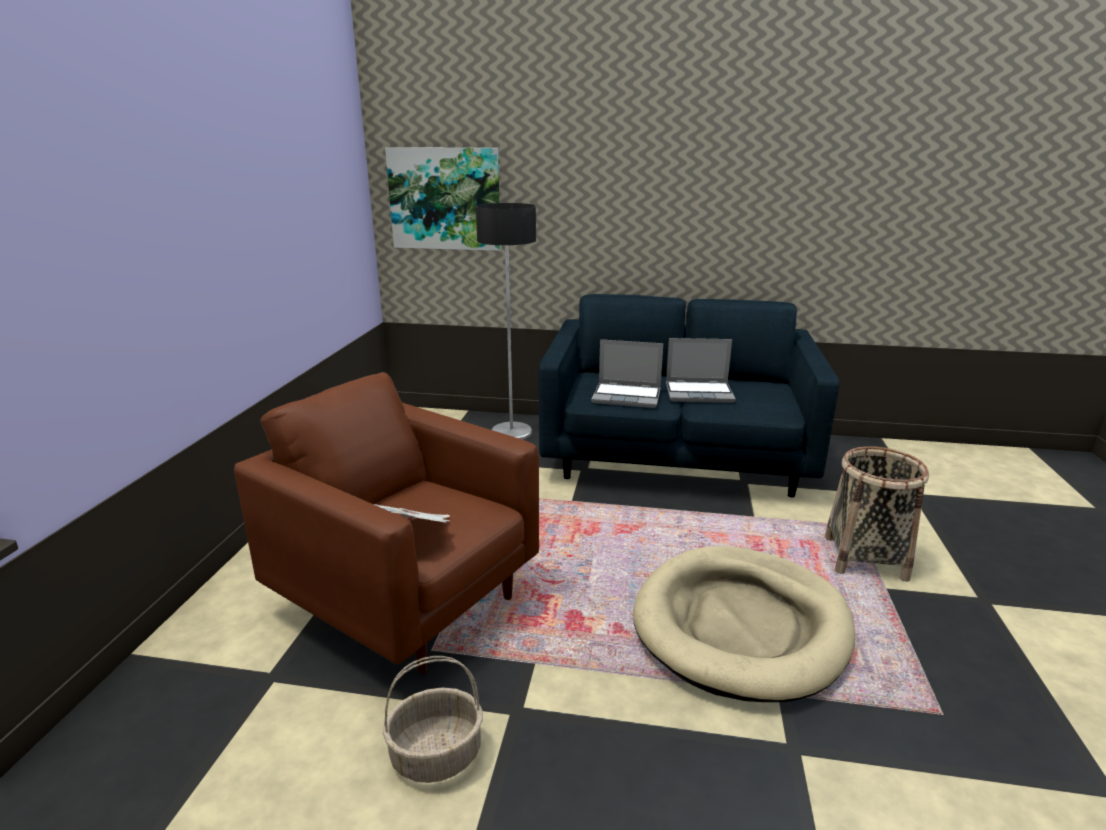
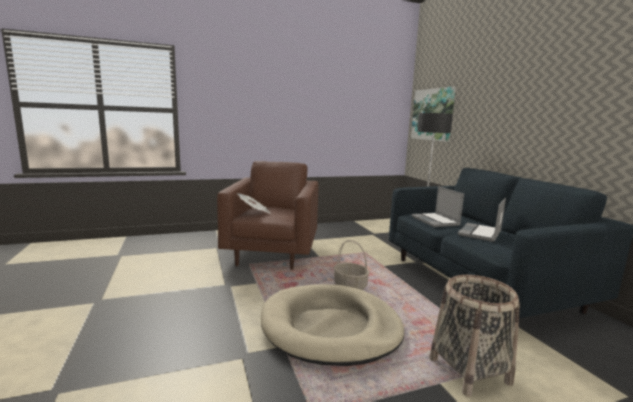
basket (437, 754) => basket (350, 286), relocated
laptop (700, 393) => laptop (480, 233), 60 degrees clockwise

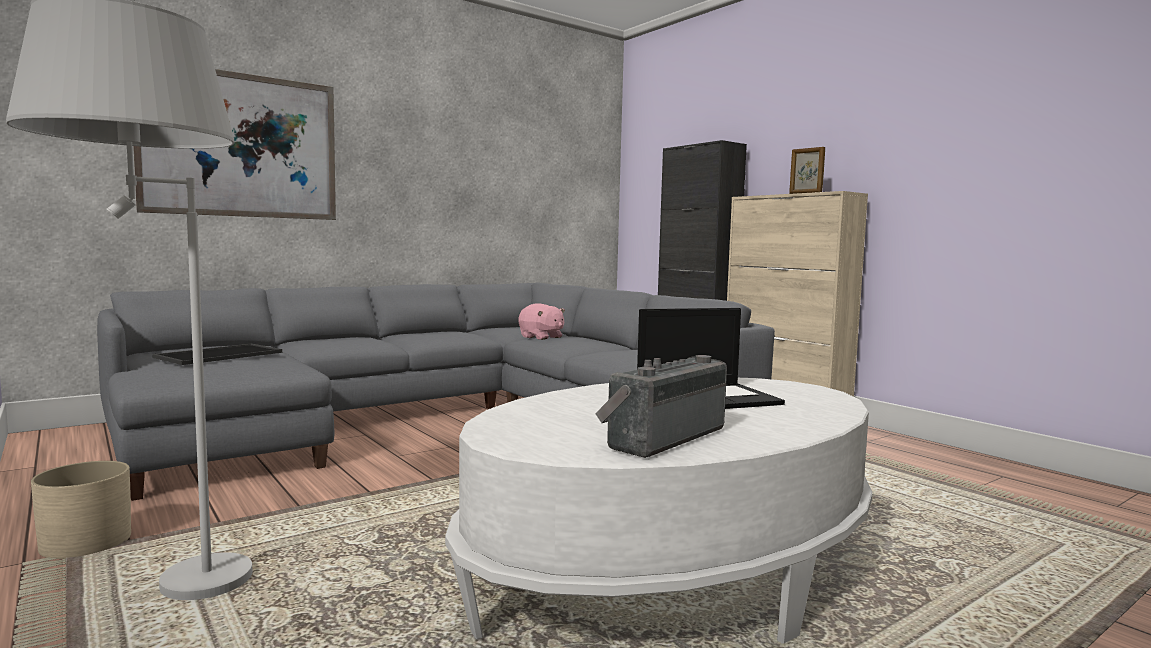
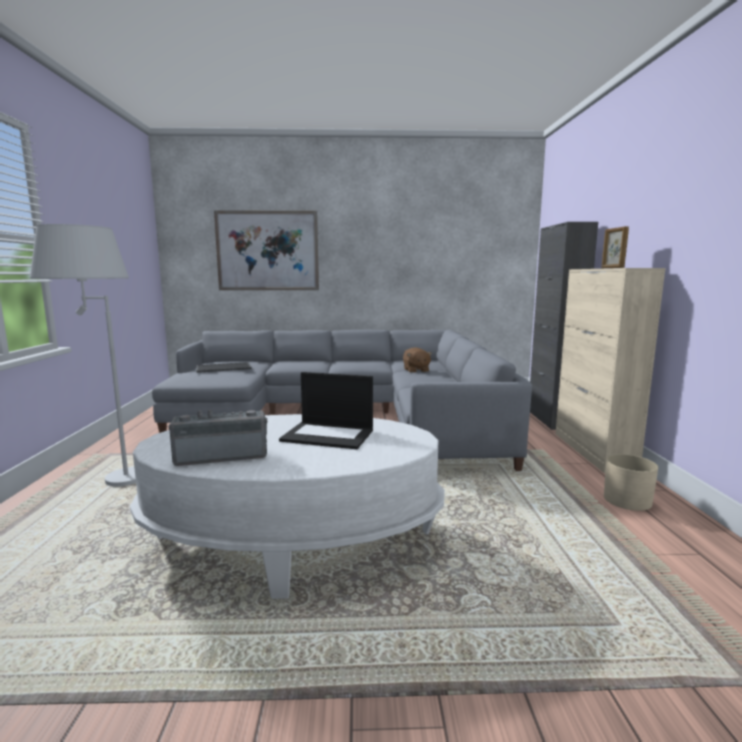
planter in beige (85, 542) => planter in beige (627, 500), relocated
plush toy in pink (541, 337) => plush toy in brown (416, 370)

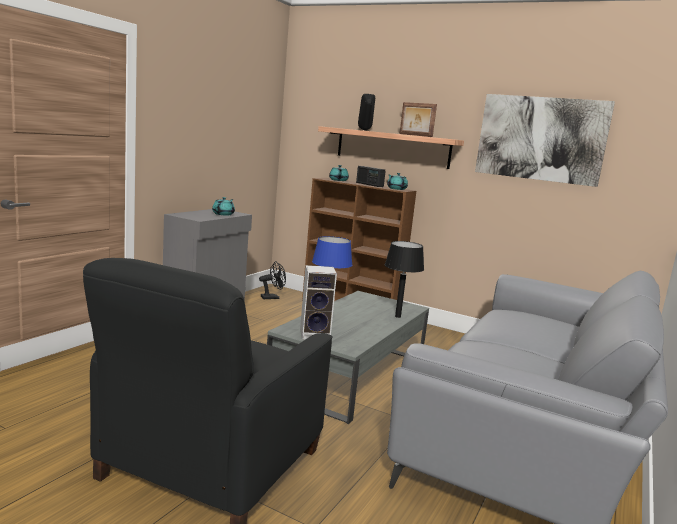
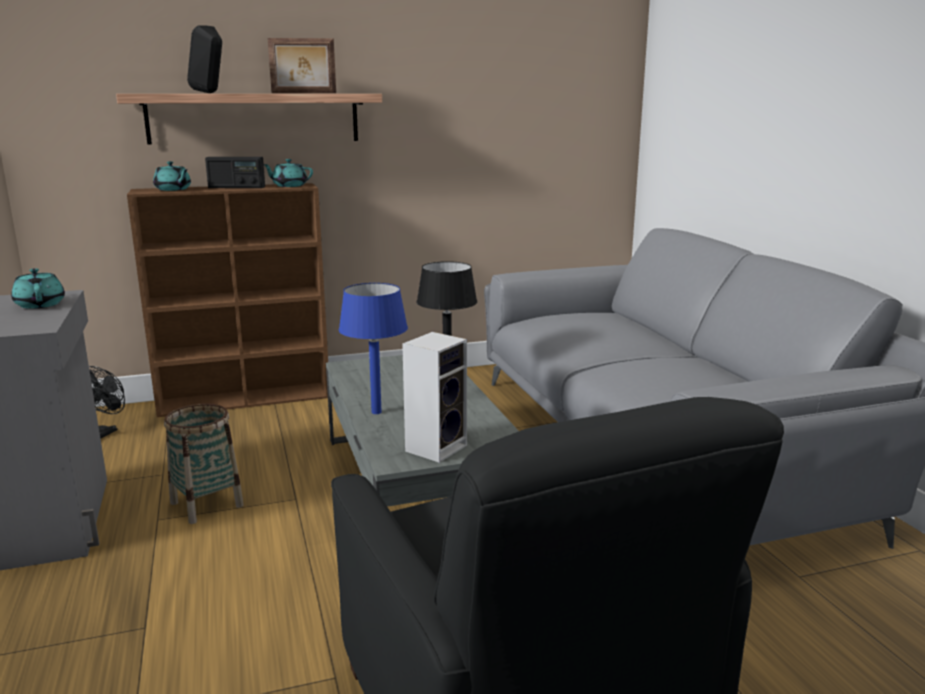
picture (540, 139) => nothing
nothing => basket (207, 504)

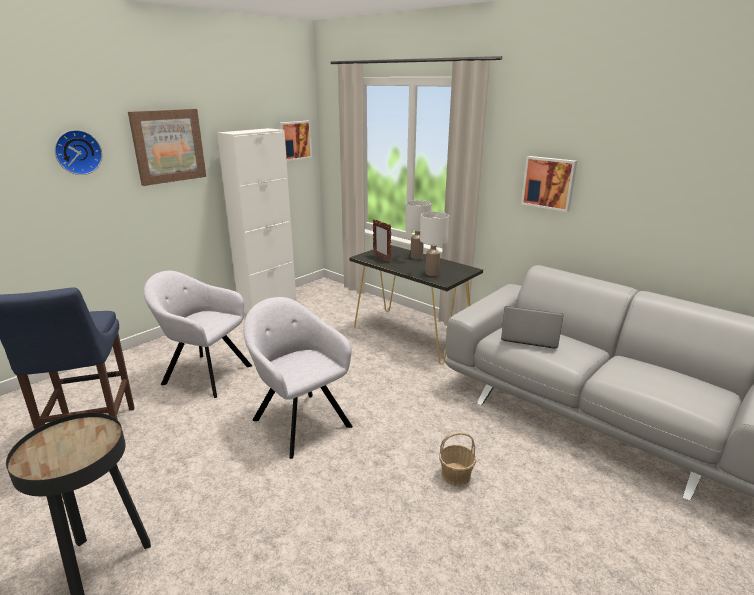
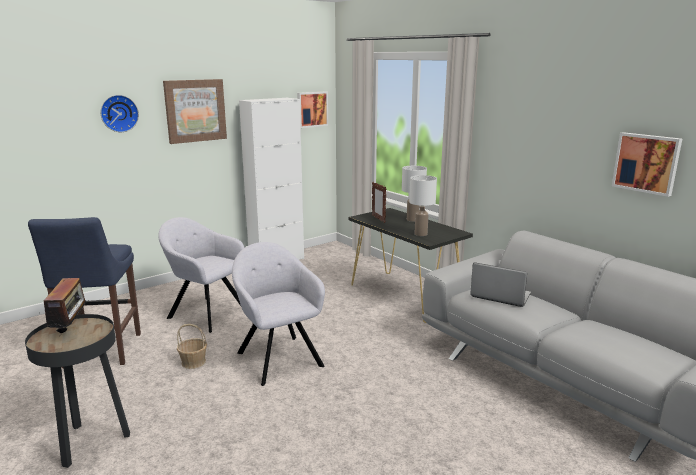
basket (456, 475) => basket (193, 362), relocated
picture (549, 183) => picture (646, 163), relocated
nothing => radio (71, 328)

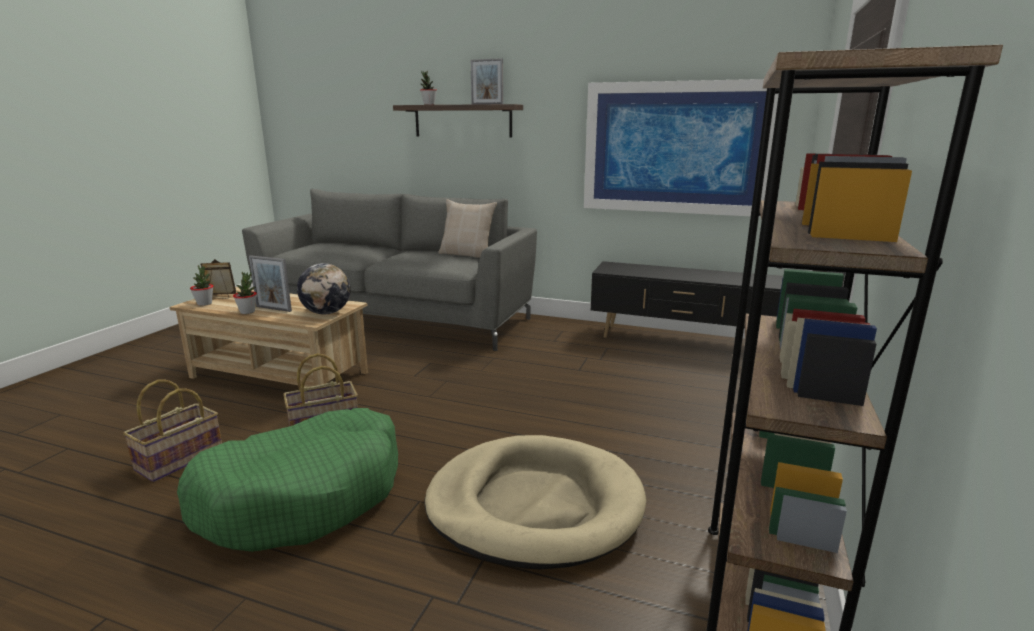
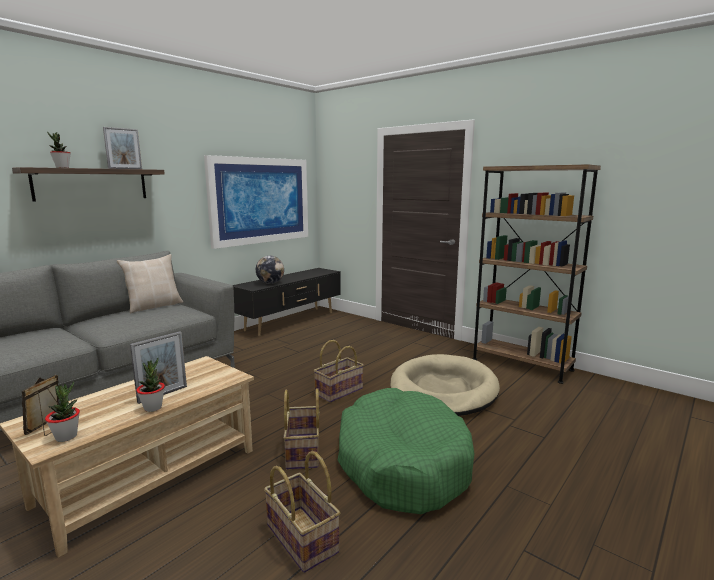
globe (326, 313) => globe (270, 283), relocated
nothing => basket (338, 391)

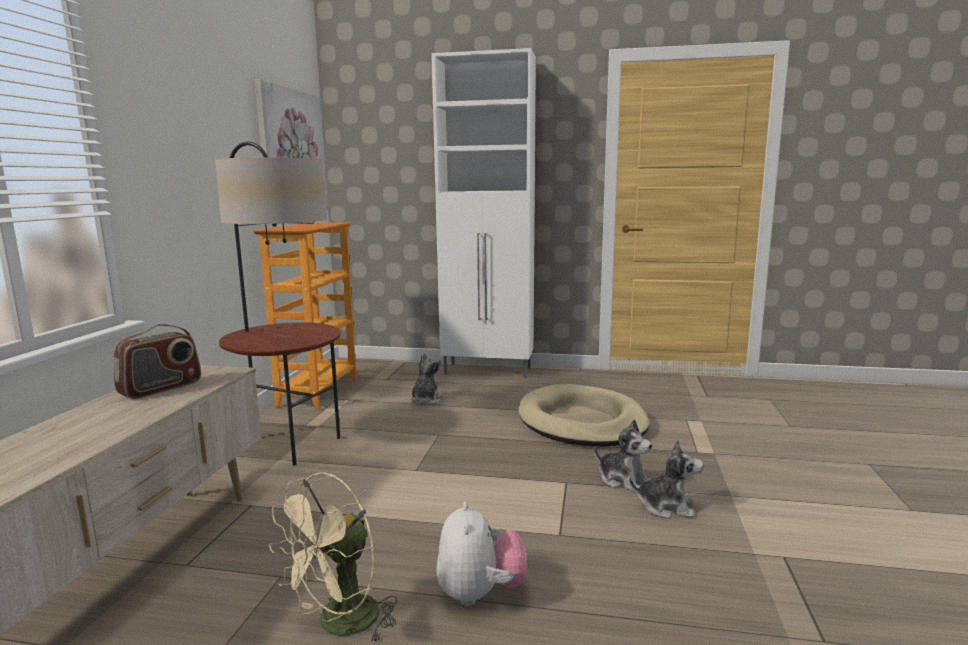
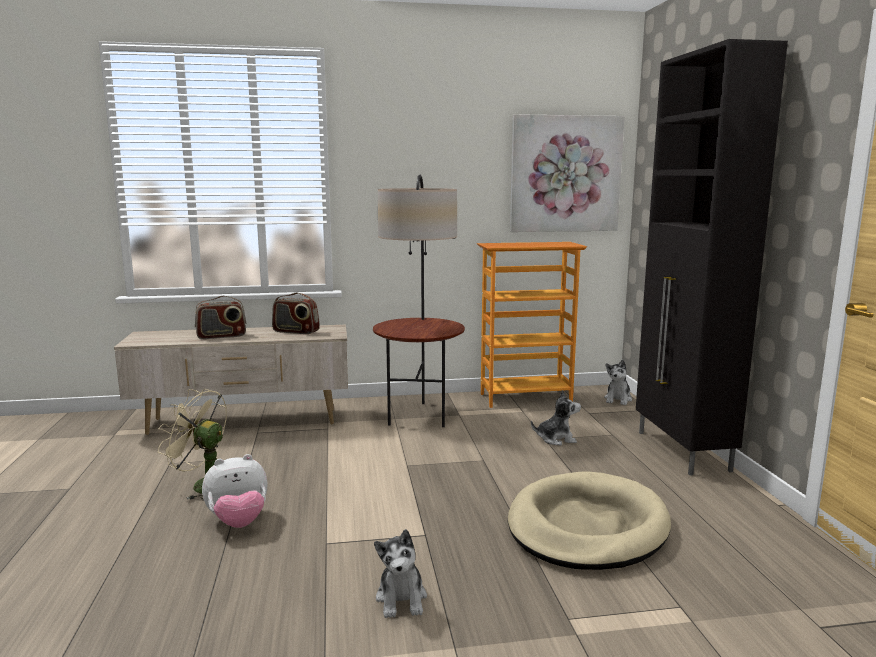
cabinet in white (489, 371) => cabinet in black (682, 451)
plush toy (623, 480) => plush toy (618, 399), relocated
nothing => radio (221, 336)

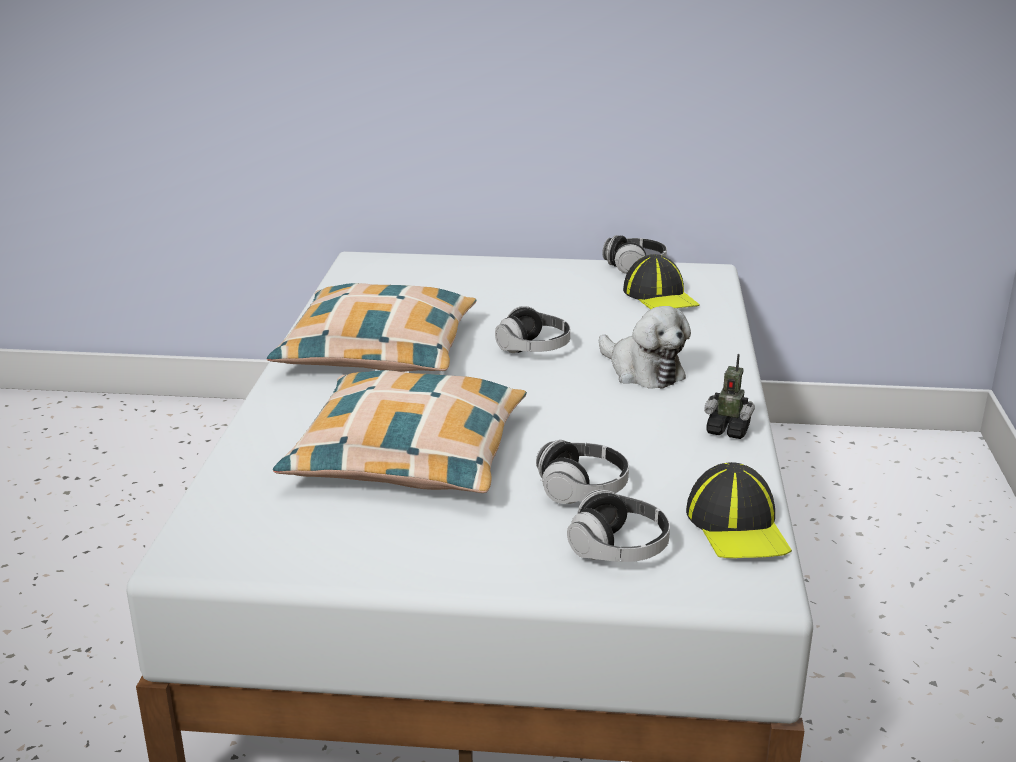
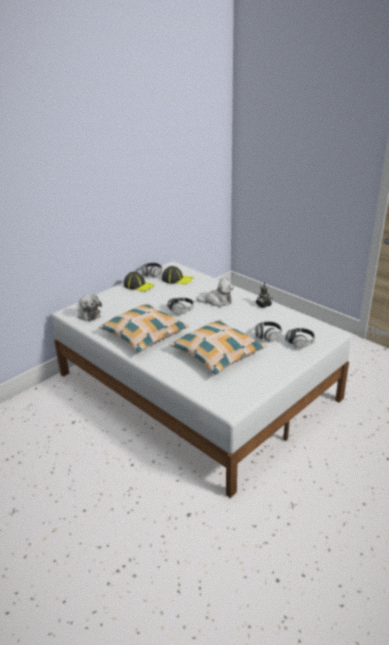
cap (738, 526) => cap (139, 285), relocated
nothing => plush toy (88, 314)

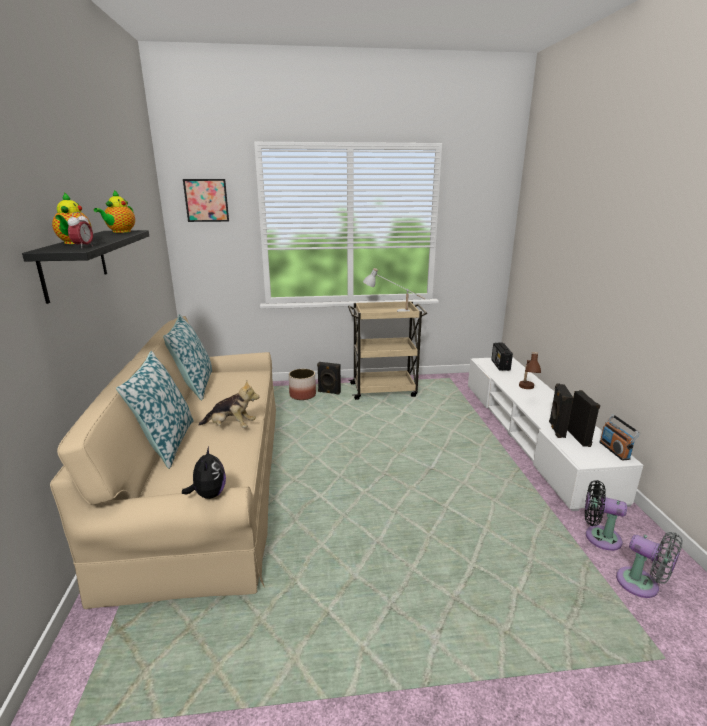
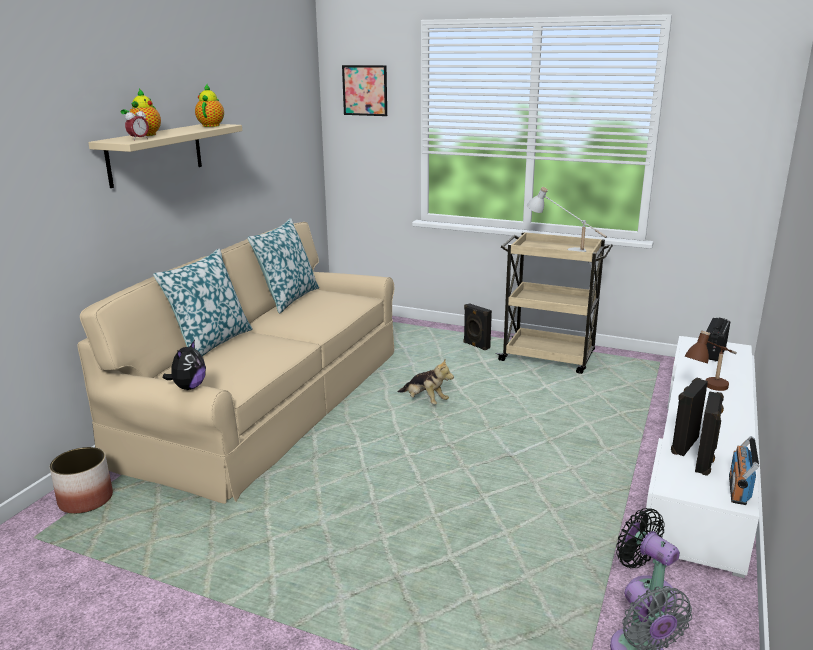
shelf in black (75, 263) => shelf in beige (155, 154)
teapot (120, 232) => teapot (211, 125), 135 degrees clockwise
plush toy (231, 426) => plush toy (425, 401), relocated
planter (302, 395) => planter (86, 500), relocated

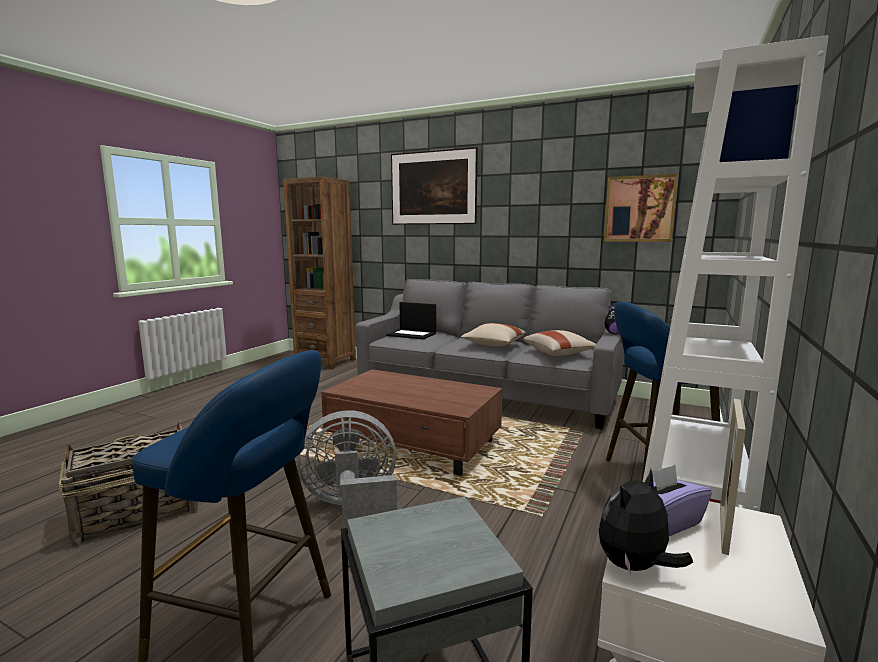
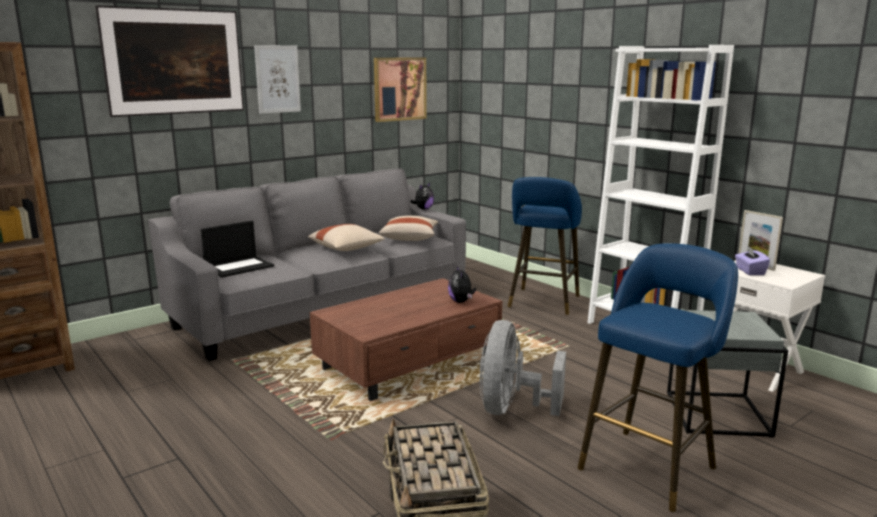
plush toy (635, 567) => plush toy (461, 301), relocated
nothing => picture (277, 79)

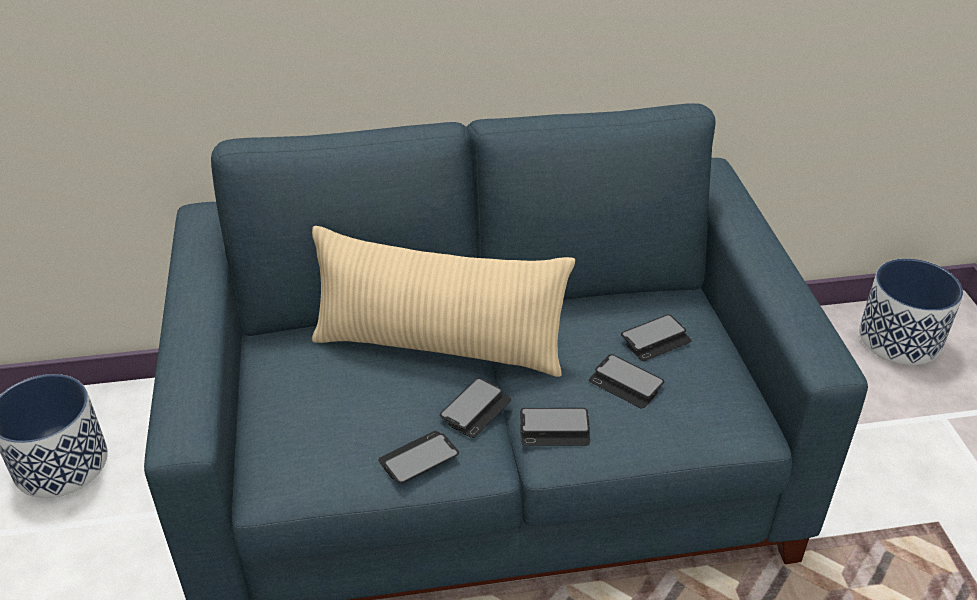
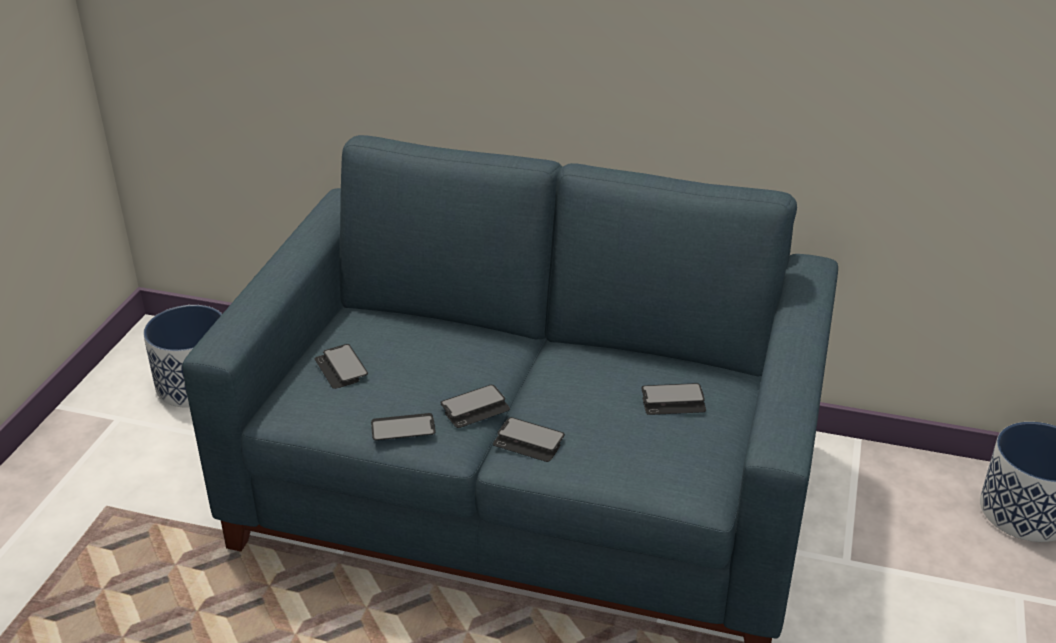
pillow in beige (439, 346) => nothing
phone (626, 383) => phone (341, 368), relocated

